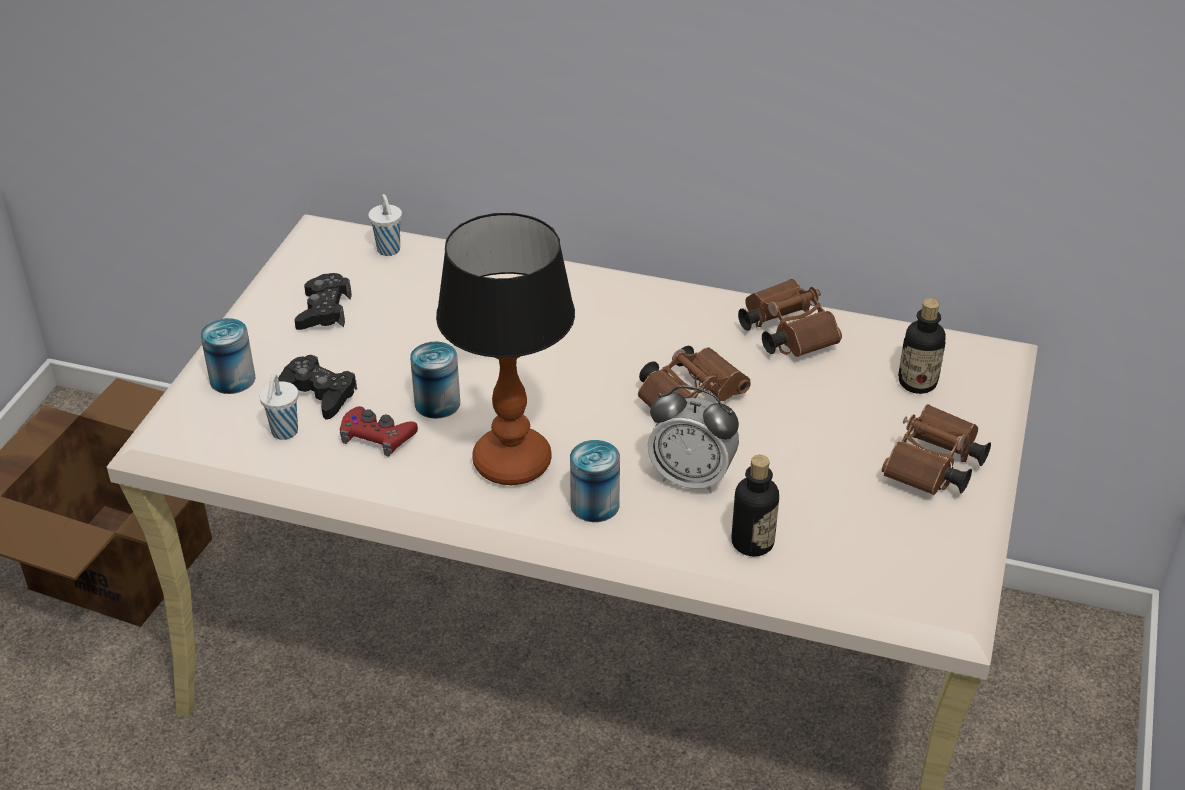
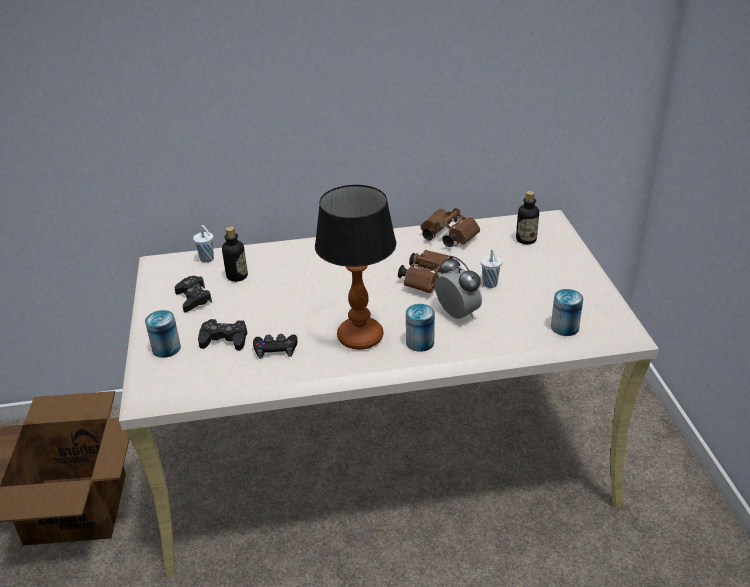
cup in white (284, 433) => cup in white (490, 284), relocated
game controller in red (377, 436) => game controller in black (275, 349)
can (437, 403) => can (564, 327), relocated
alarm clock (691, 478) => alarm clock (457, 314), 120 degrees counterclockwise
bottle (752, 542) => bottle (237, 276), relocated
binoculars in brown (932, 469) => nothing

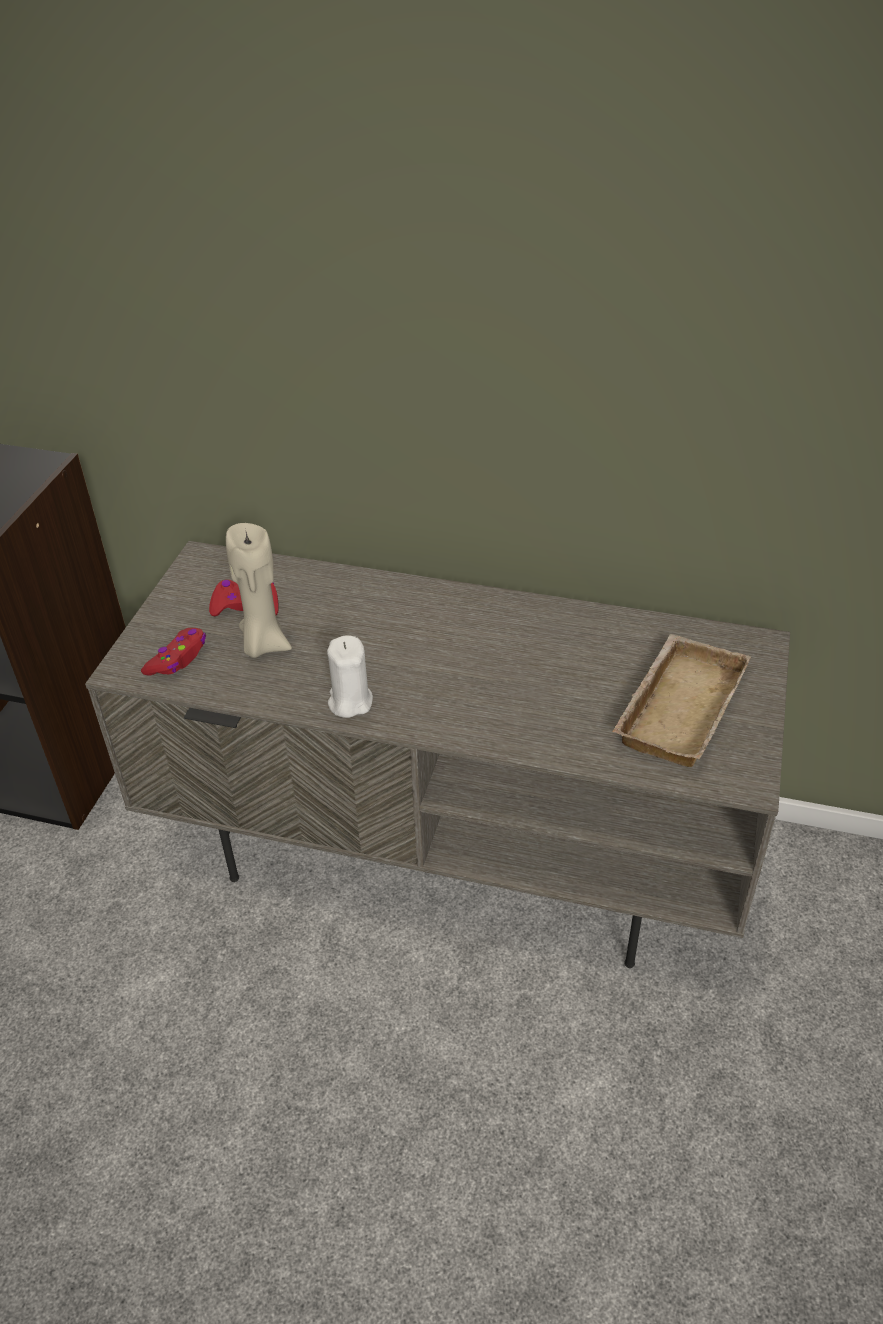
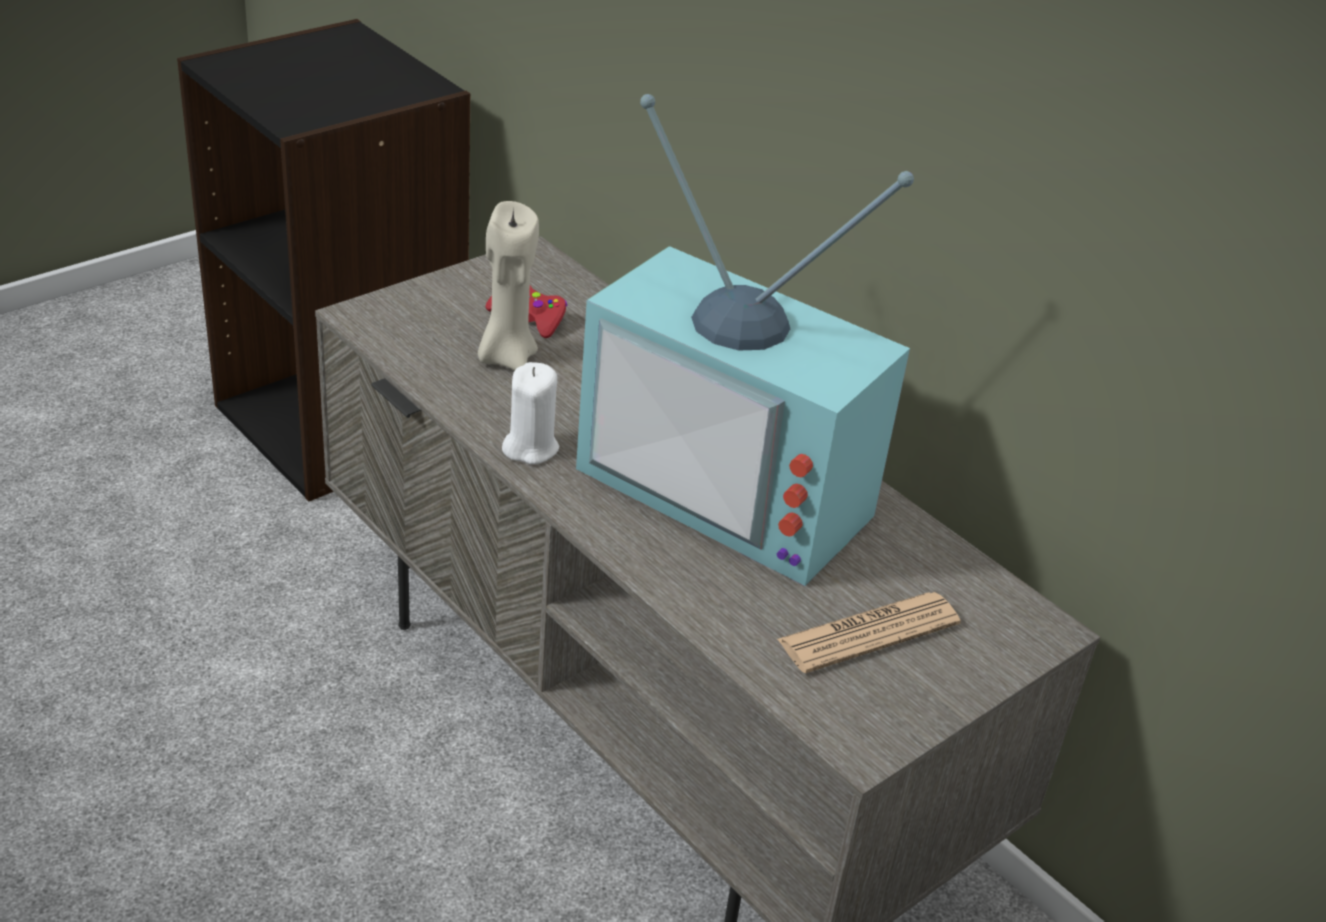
game controller in red (178, 658) => nothing
tray in beige (677, 706) => newspaper (868, 633)
nothing => television (736, 487)

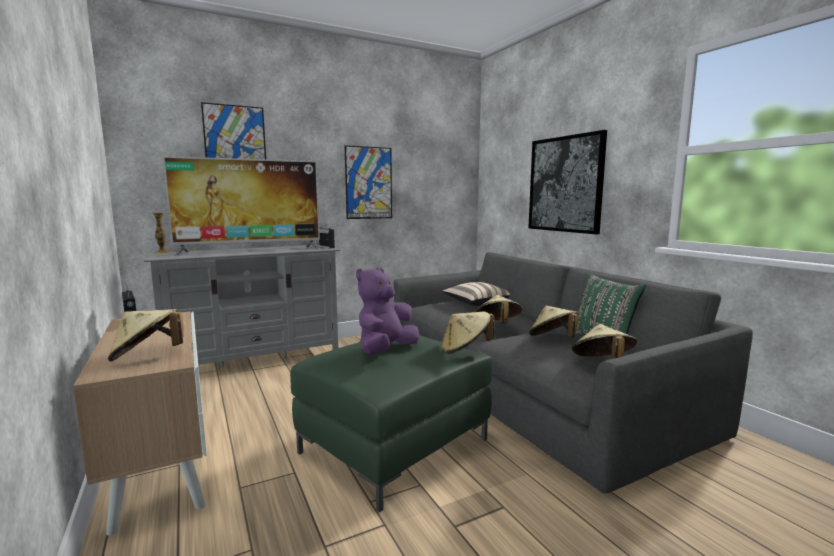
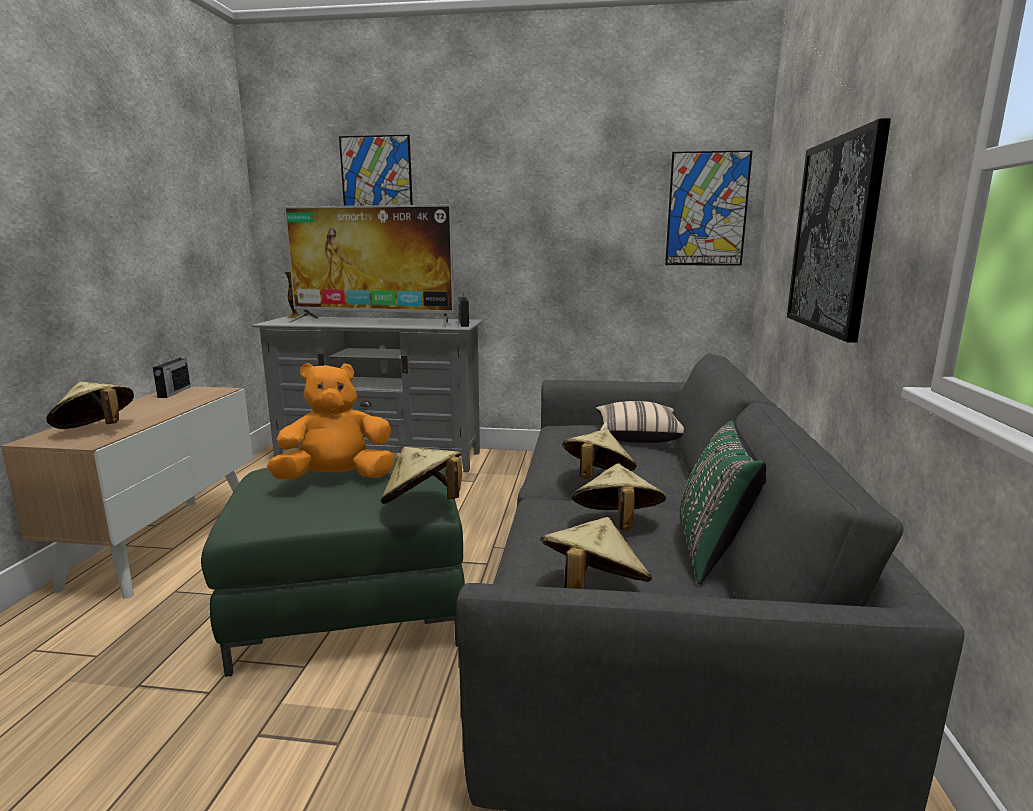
picture (368, 183) => picture (707, 209), relocated
plush toy in purple (386, 351) => plush toy in orange (336, 479)

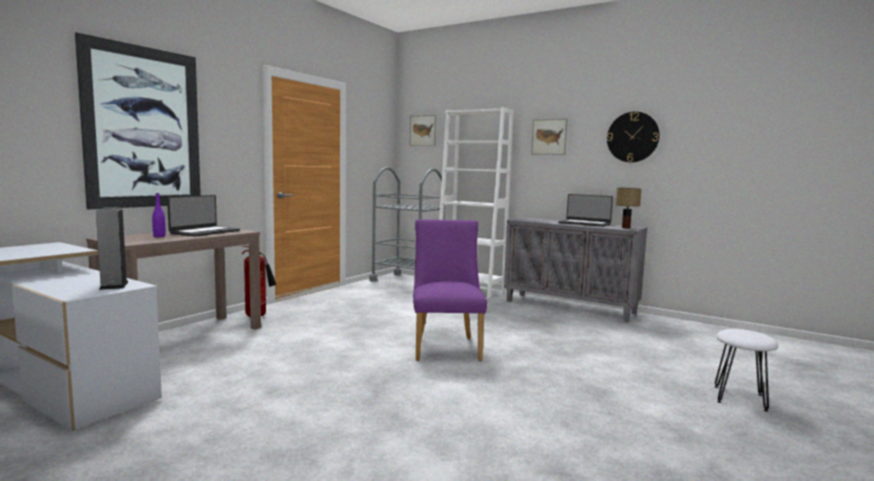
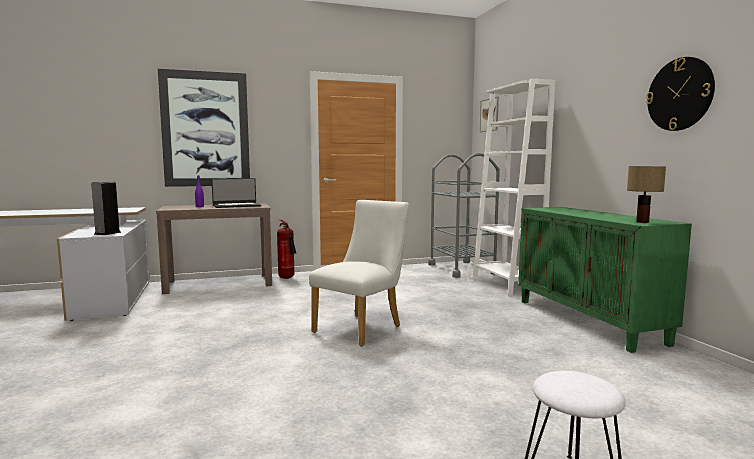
chair in purple (446, 346) => chair in white (362, 327)
cabinet in grey (570, 307) => cabinet in green (588, 321)
picture (549, 136) => nothing
laptop (584, 223) => nothing

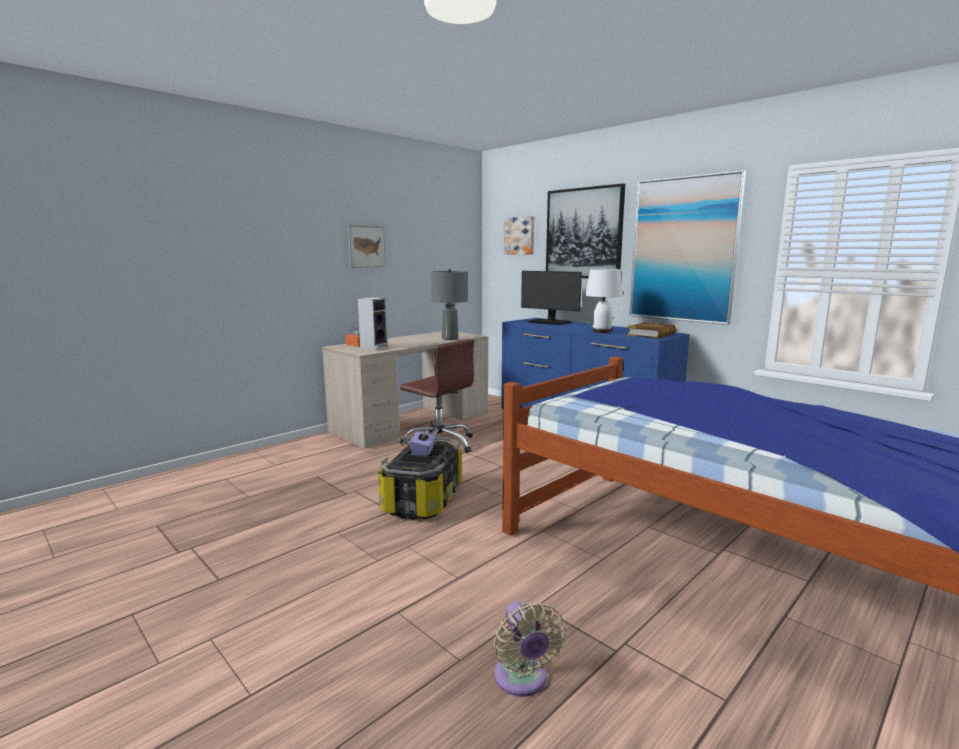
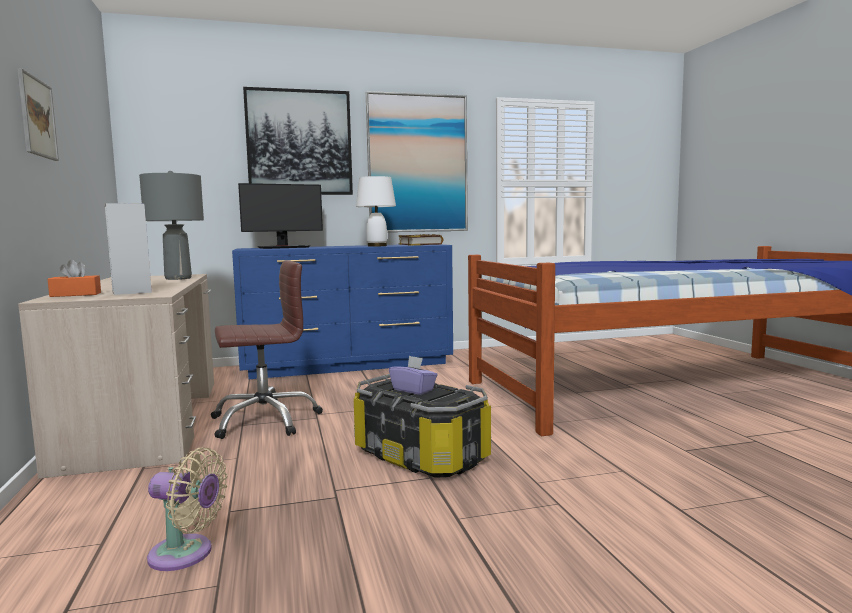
fan in beige (522, 680) => fan in beige (186, 554), relocated
picture (520, 236) => nothing

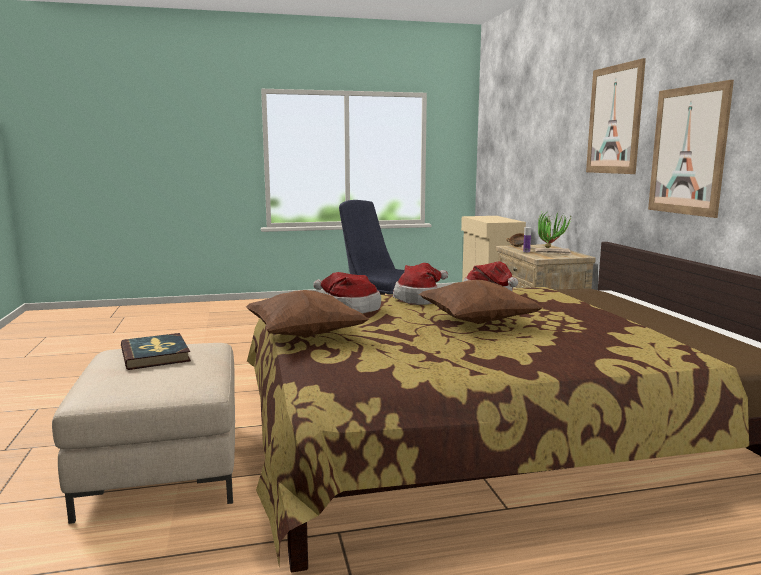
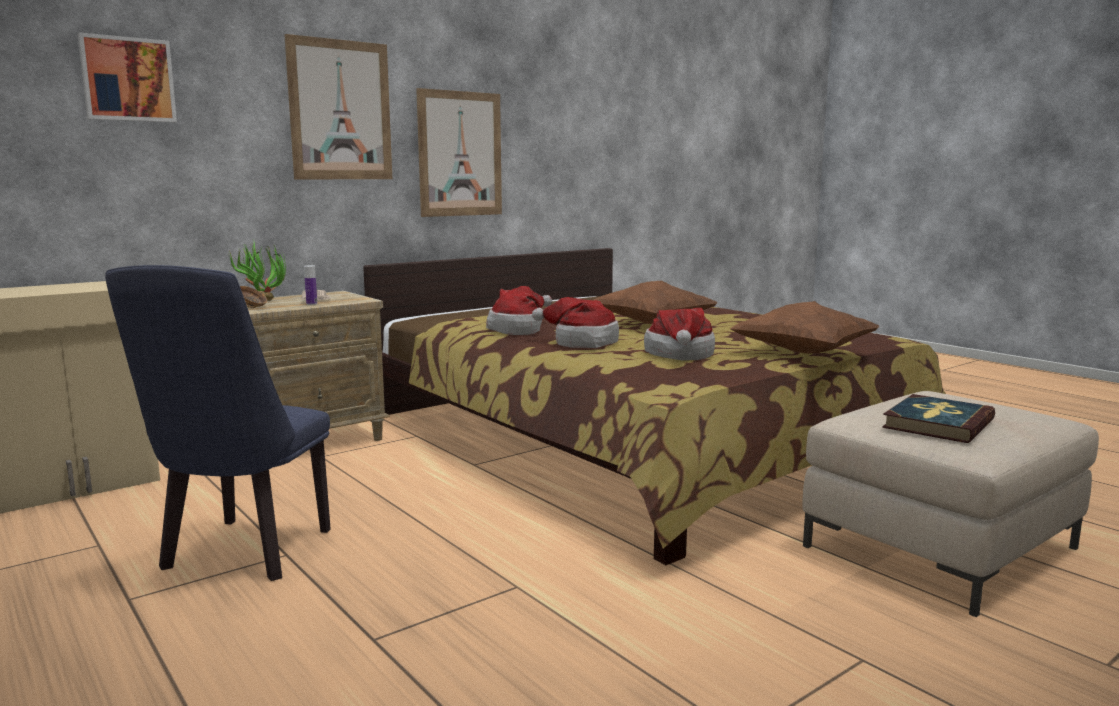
nothing => picture (127, 79)

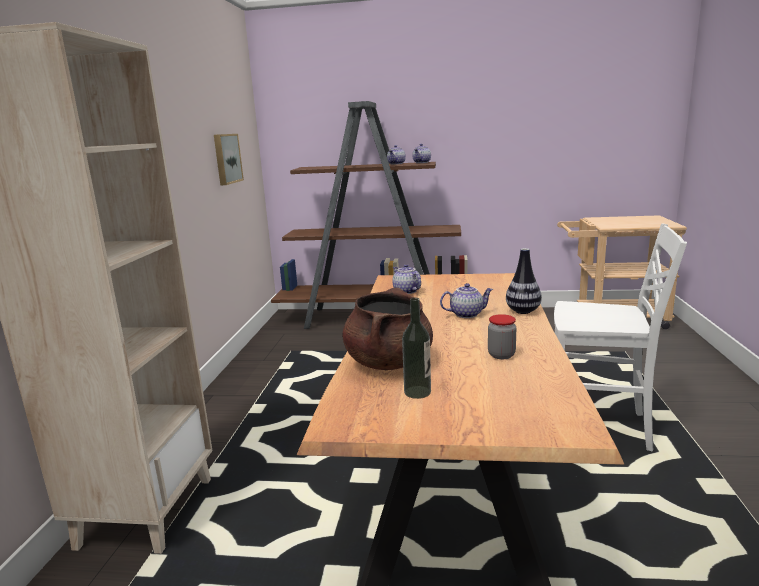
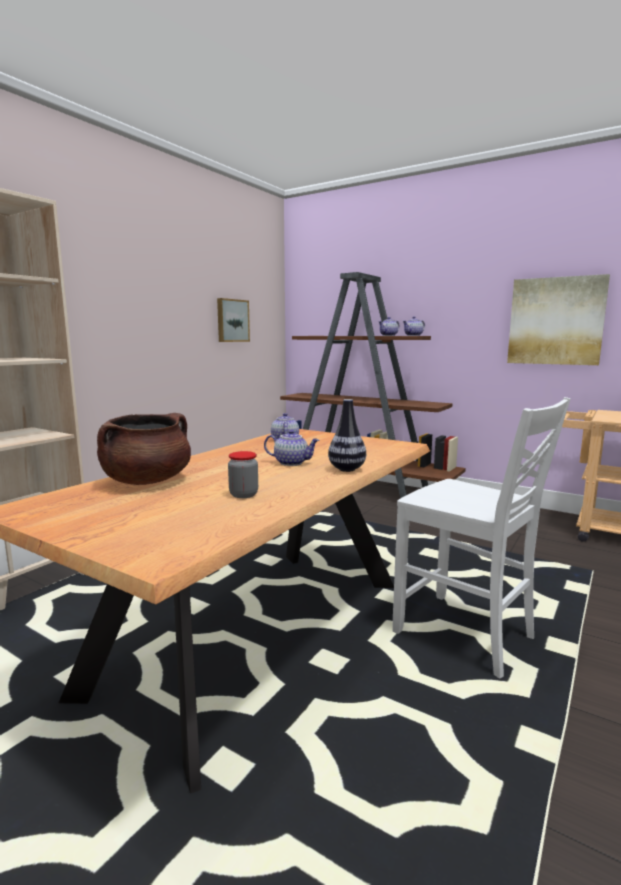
bottle (417, 392) => nothing
nothing => picture (555, 321)

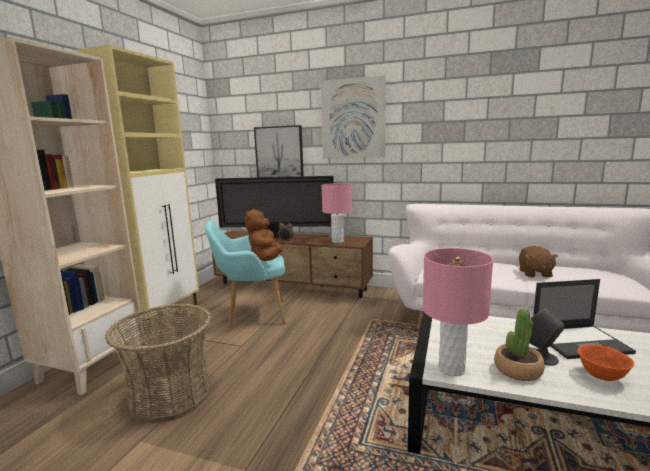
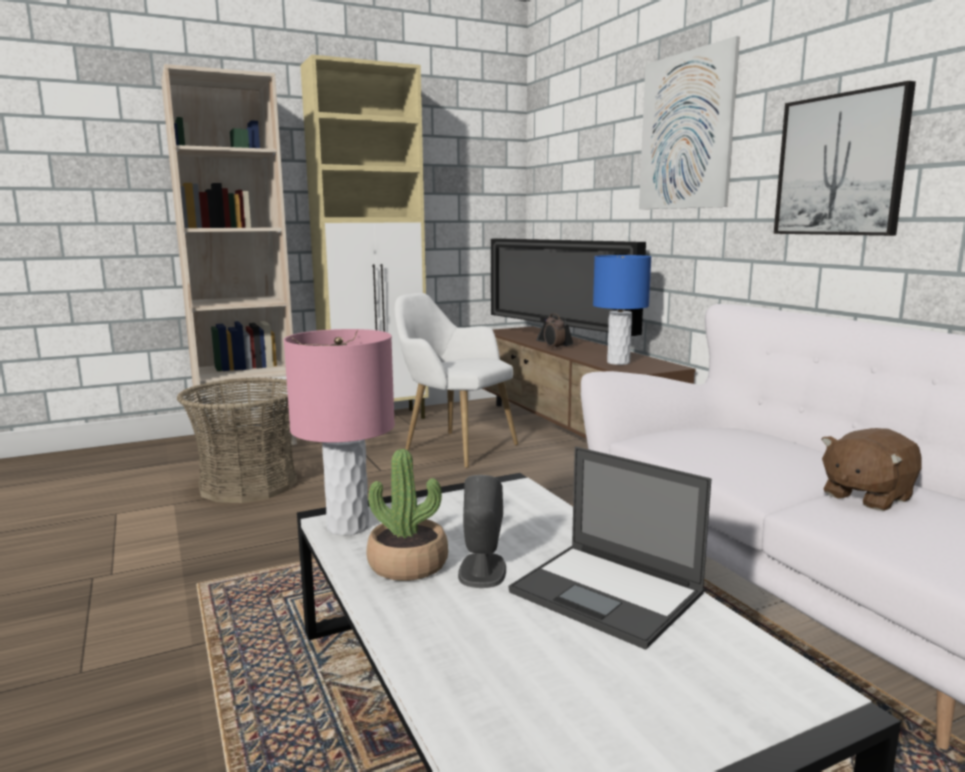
armchair in turquoise (252, 315) => armchair in white (454, 447)
plush toy in brown (266, 260) => nothing
picture (279, 152) => picture (840, 165), relocated
table lamp in pink (337, 241) => table lamp in blue (618, 362)
bowl in orange (601, 376) => nothing

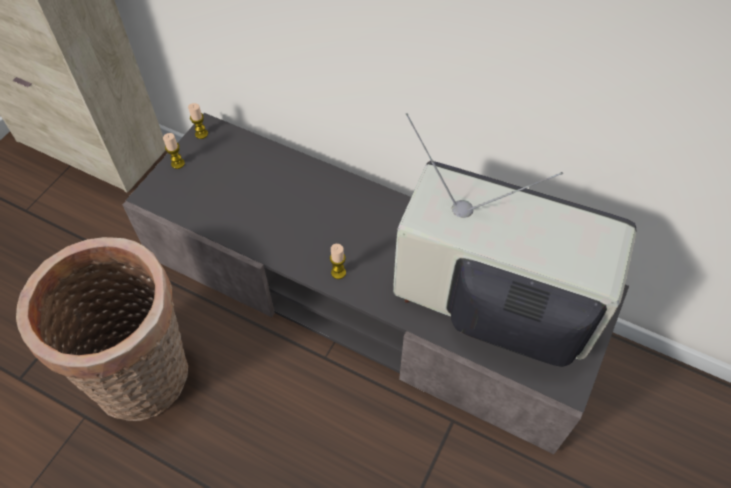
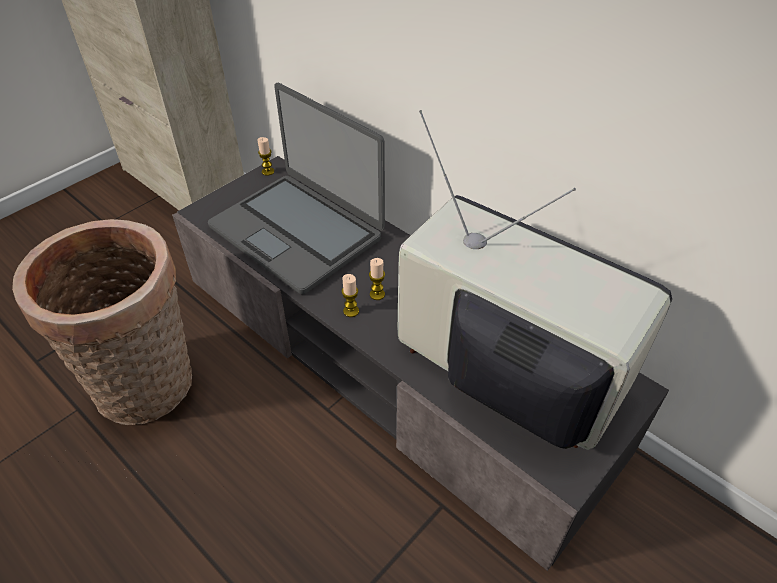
candle (178, 163) => candle (377, 294), relocated
nothing => laptop (297, 231)

